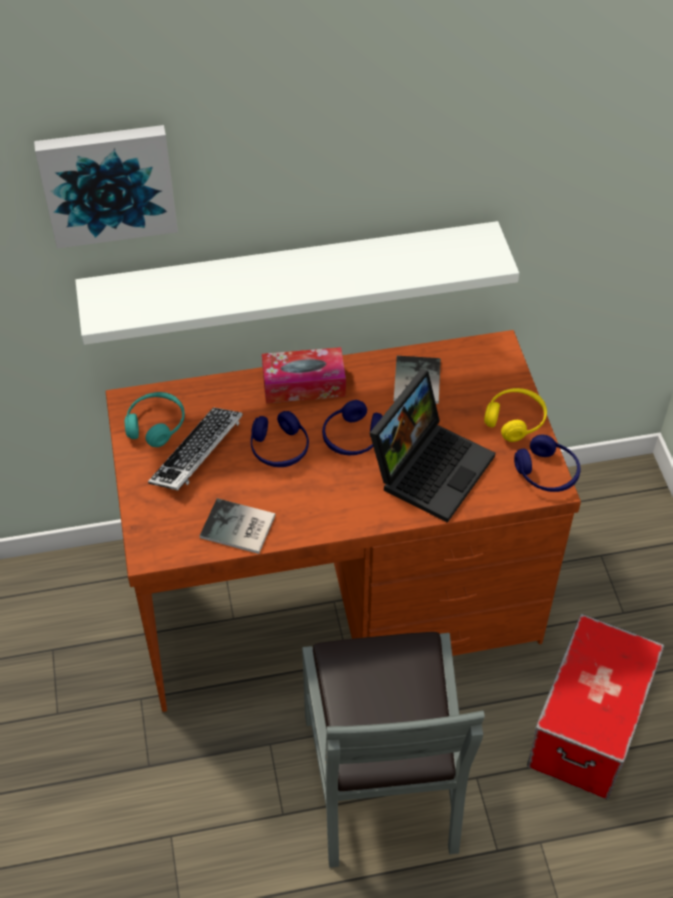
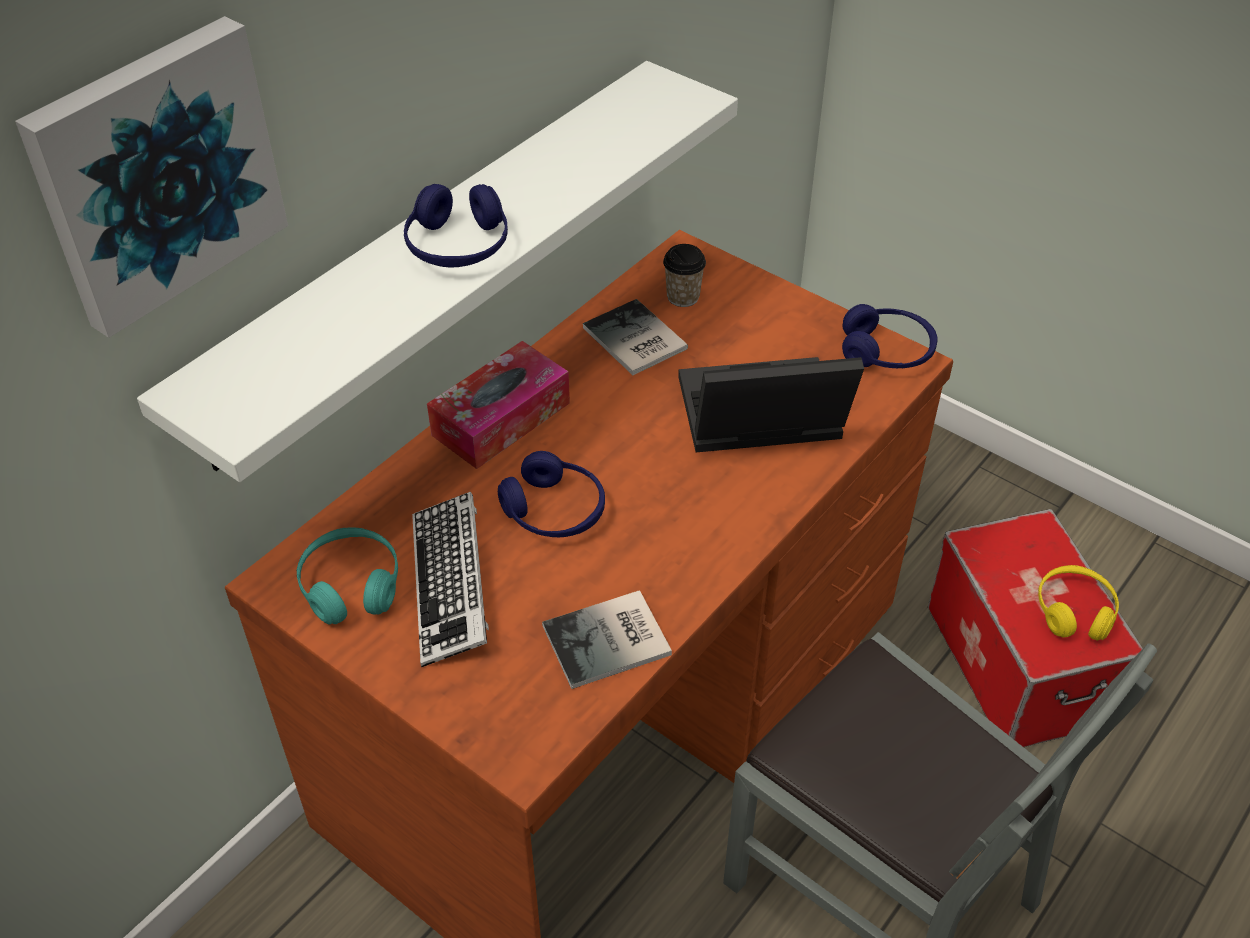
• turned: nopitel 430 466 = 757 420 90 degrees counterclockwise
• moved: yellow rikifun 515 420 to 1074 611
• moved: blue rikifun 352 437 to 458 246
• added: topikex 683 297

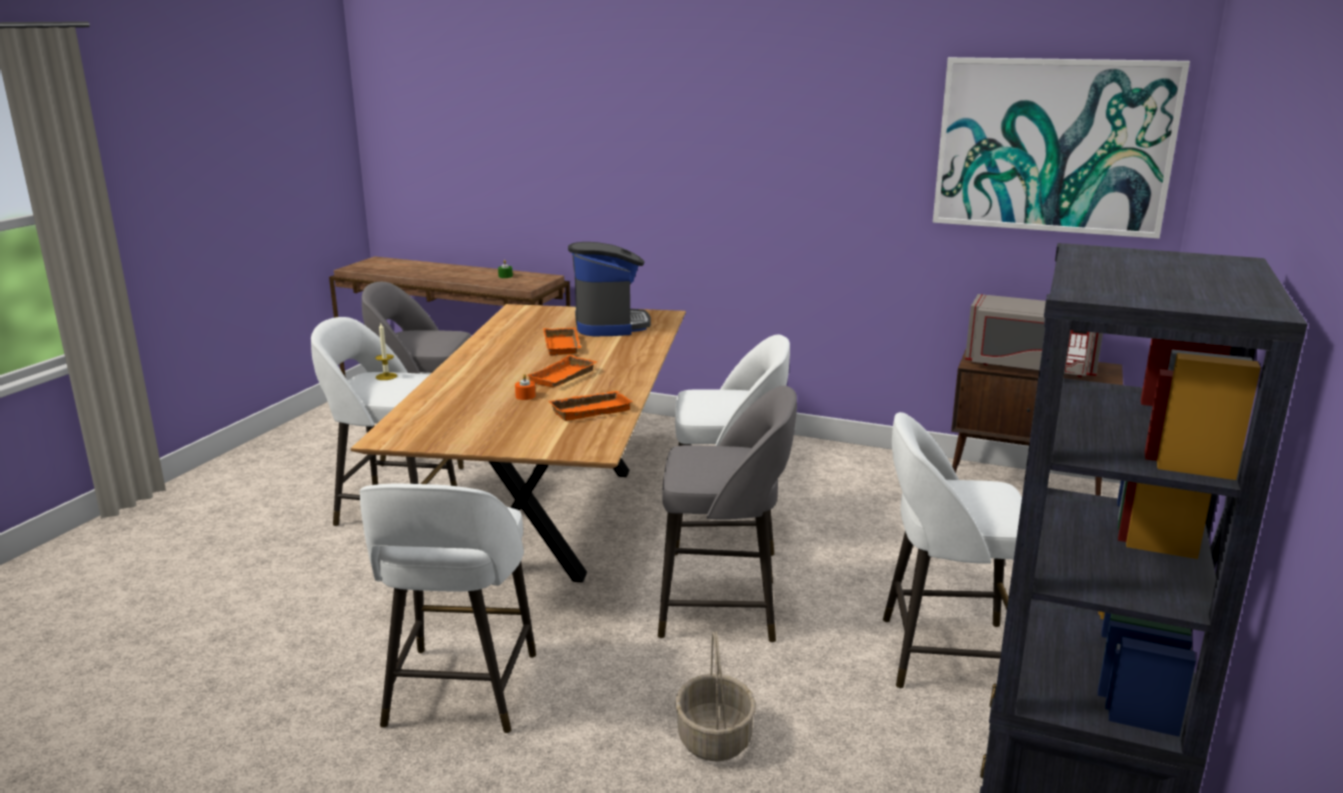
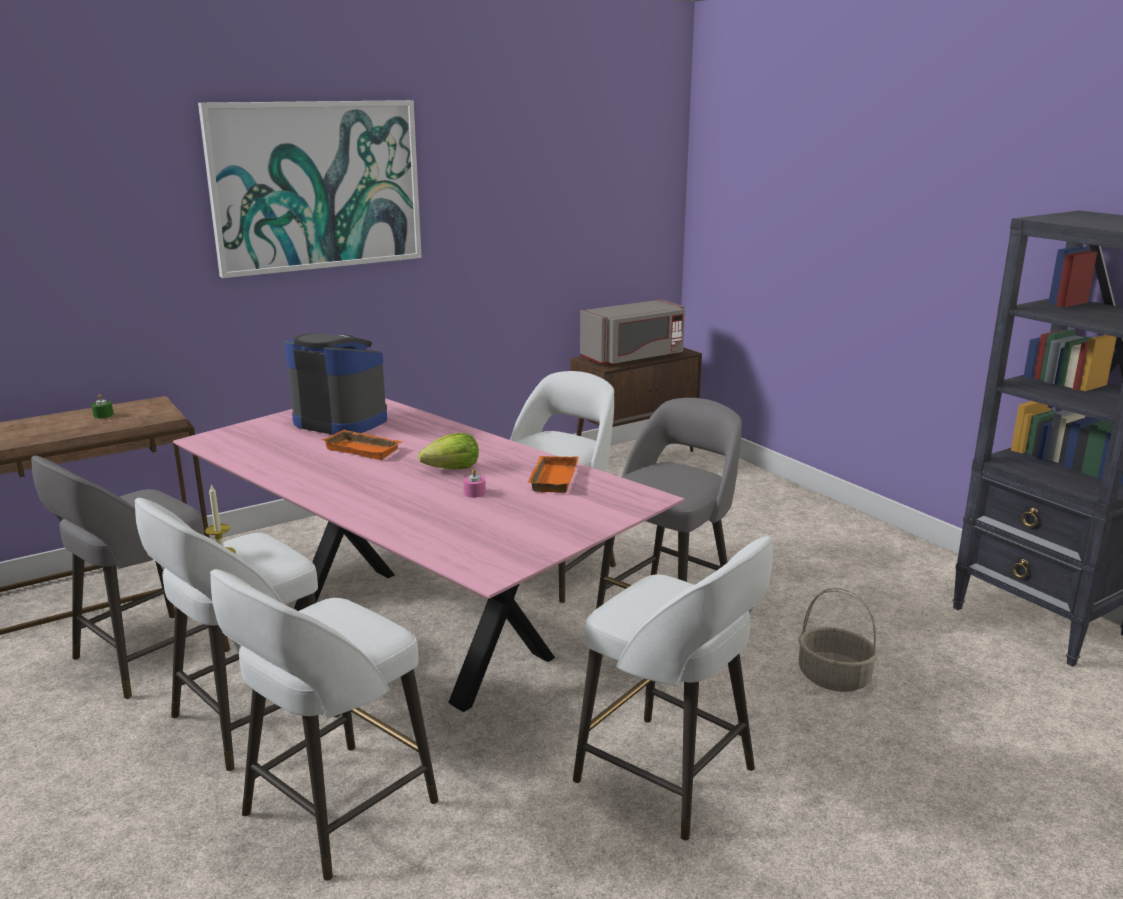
• moved: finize 1053 146 to 316 186
• recoloured: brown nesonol 556 518 to pink nesonol 419 633
• replaced: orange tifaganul 563 377 to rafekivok 452 469
• recoloured: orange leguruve 525 396 to pink leguruve 474 493
• moved: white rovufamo 944 654 to 335 811

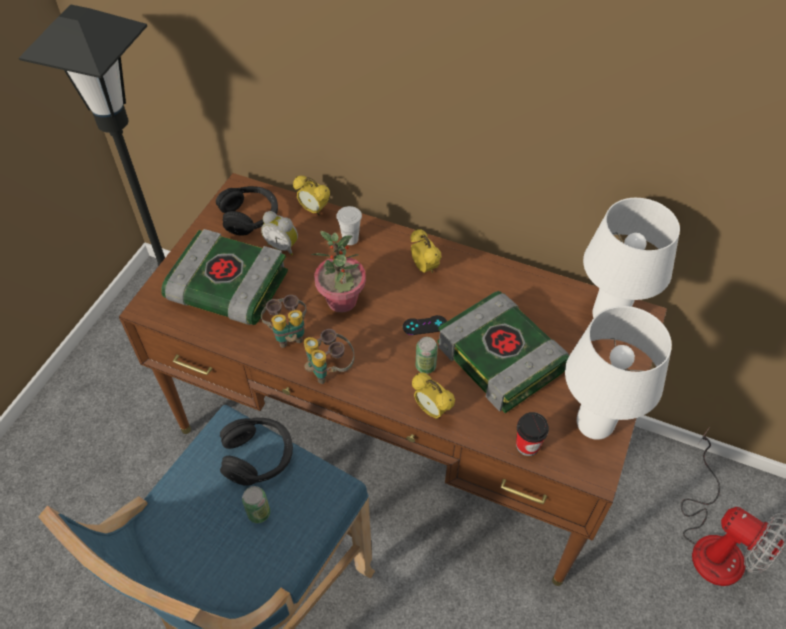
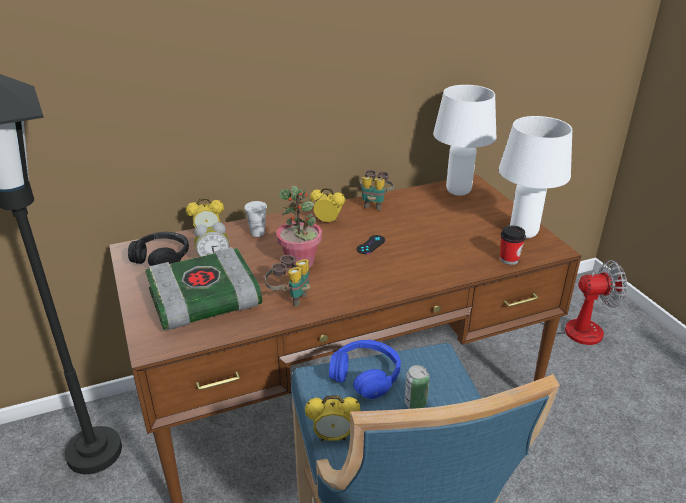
• removed: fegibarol 503 358
• moved: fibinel 329 369 to 374 204
• removed: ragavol 425 366
• moved: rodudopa 431 410 to 333 437
• recoloured: black rikifun 258 456 to blue rikifun 366 375

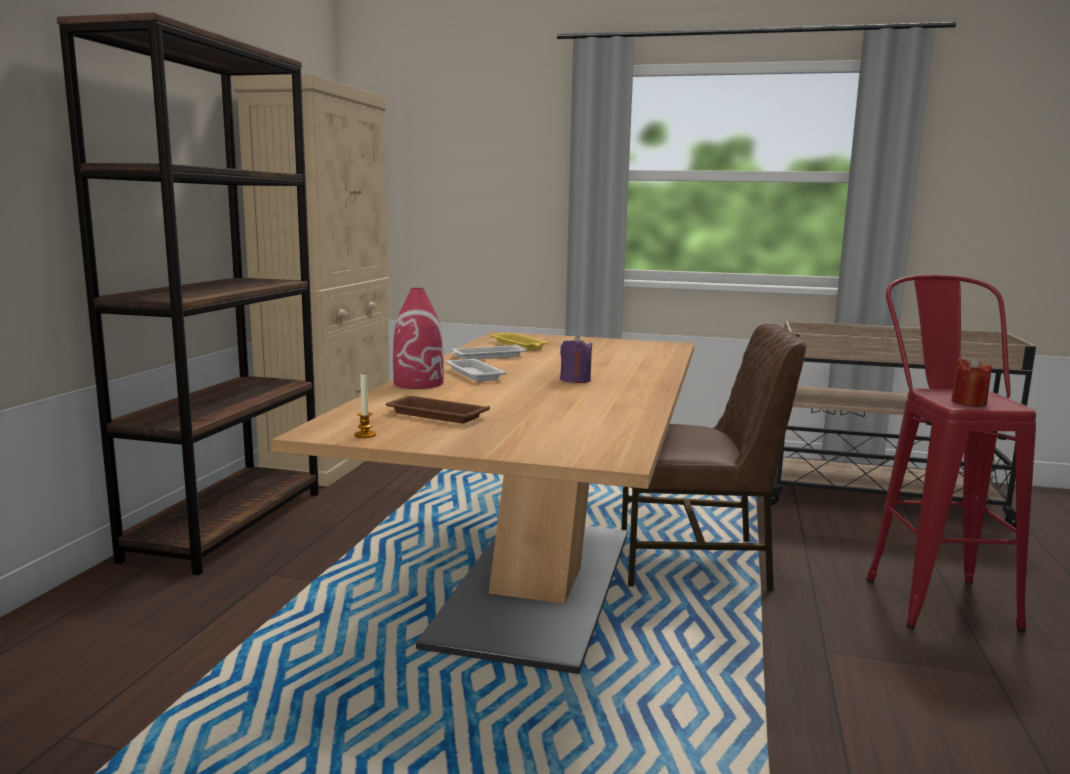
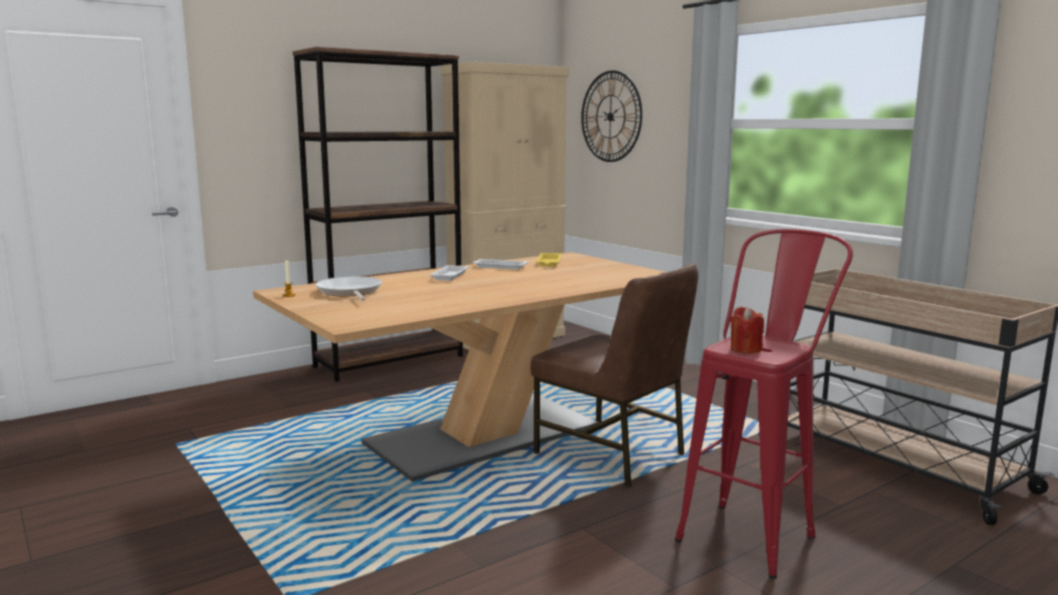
• removed: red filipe 419 383
• removed: purple leguruve 575 380
• replaced: brown tifaganul 435 415 to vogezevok 349 292
• added: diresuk 610 116

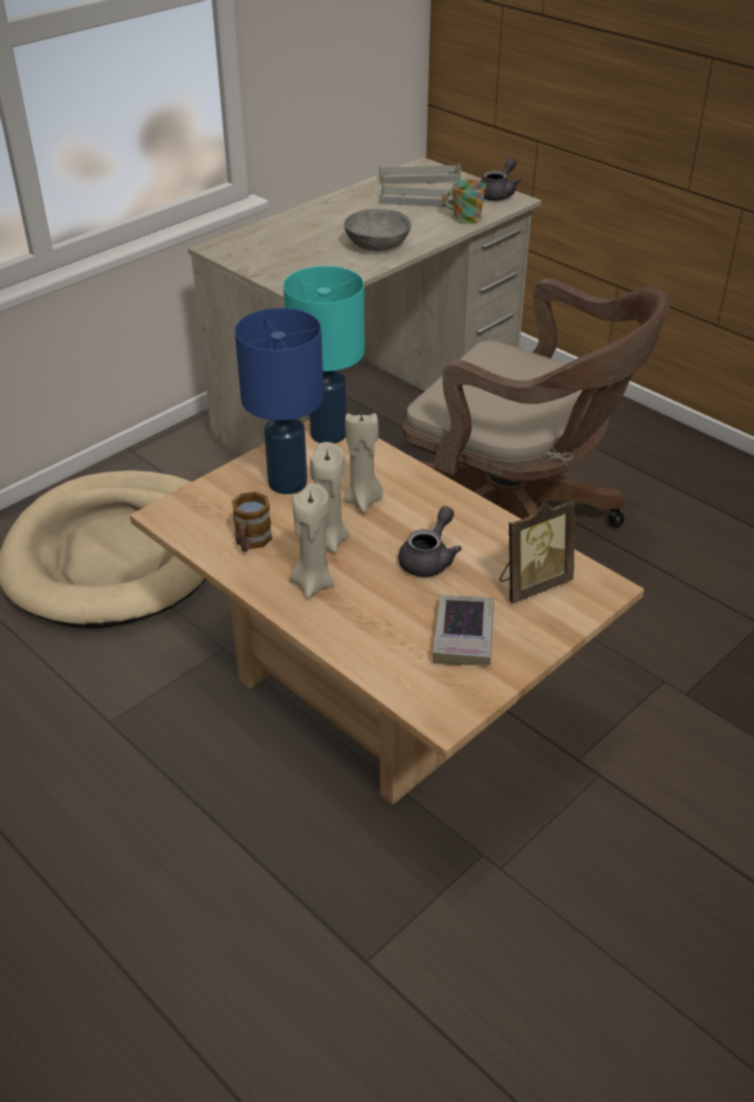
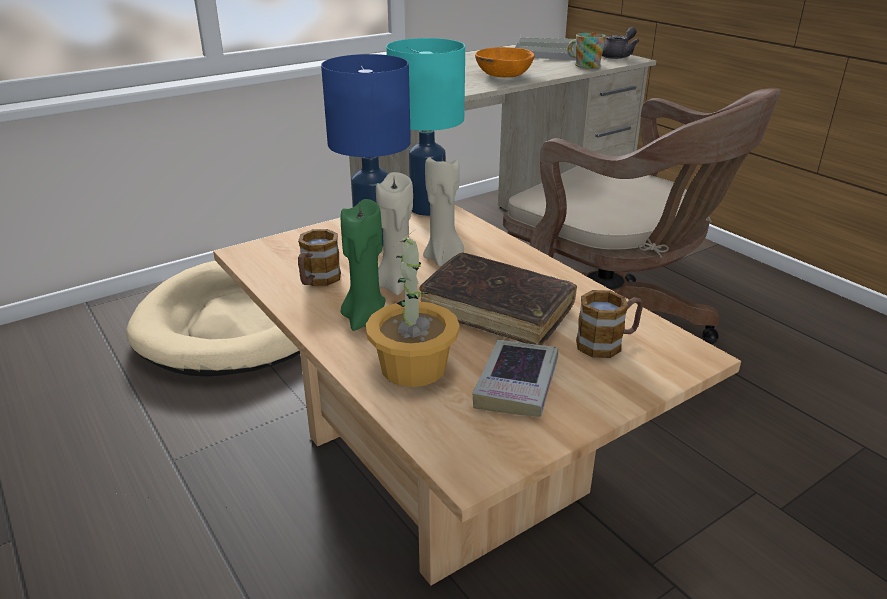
• recoloured: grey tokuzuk 376 245 to orange tokuzuk 503 75
• recoloured: beige leguruve 313 583 to green leguruve 365 319
• replaced: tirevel 532 584 to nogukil 607 343
• replaced: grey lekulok 429 559 to brown fegibarol 497 310
• added: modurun 414 367

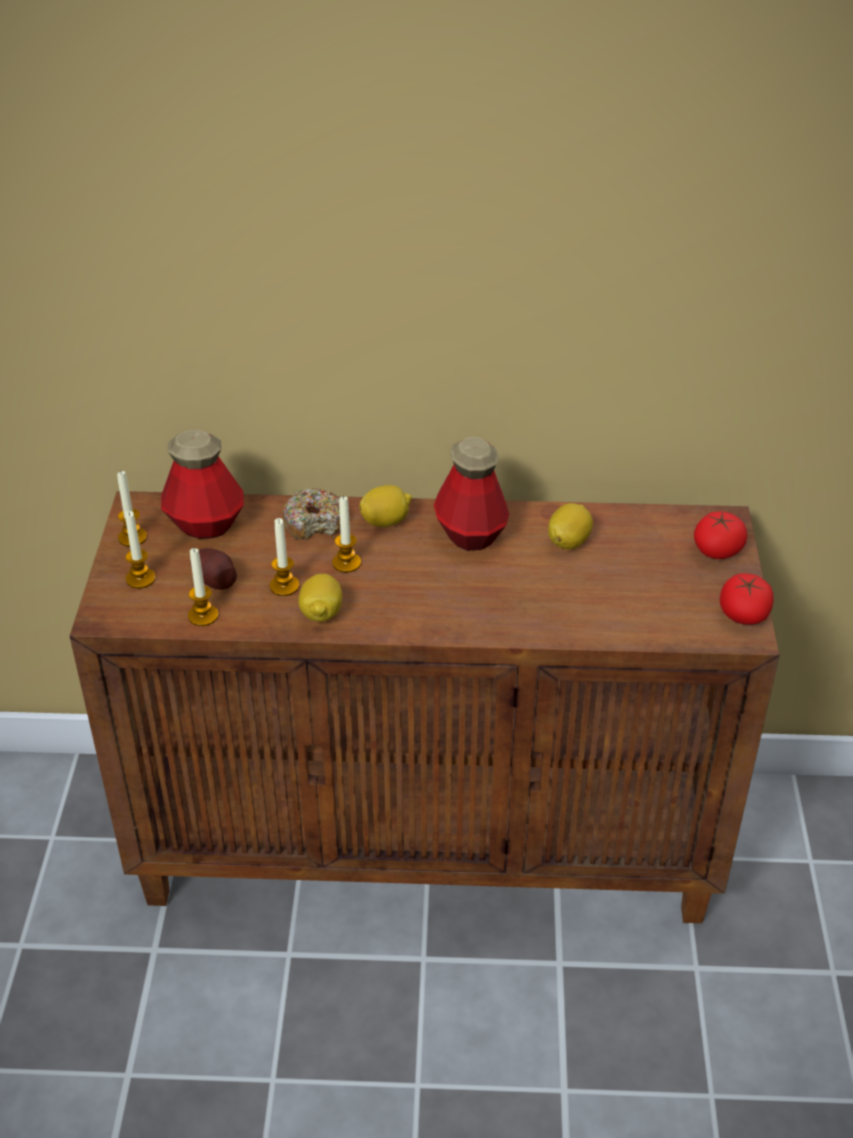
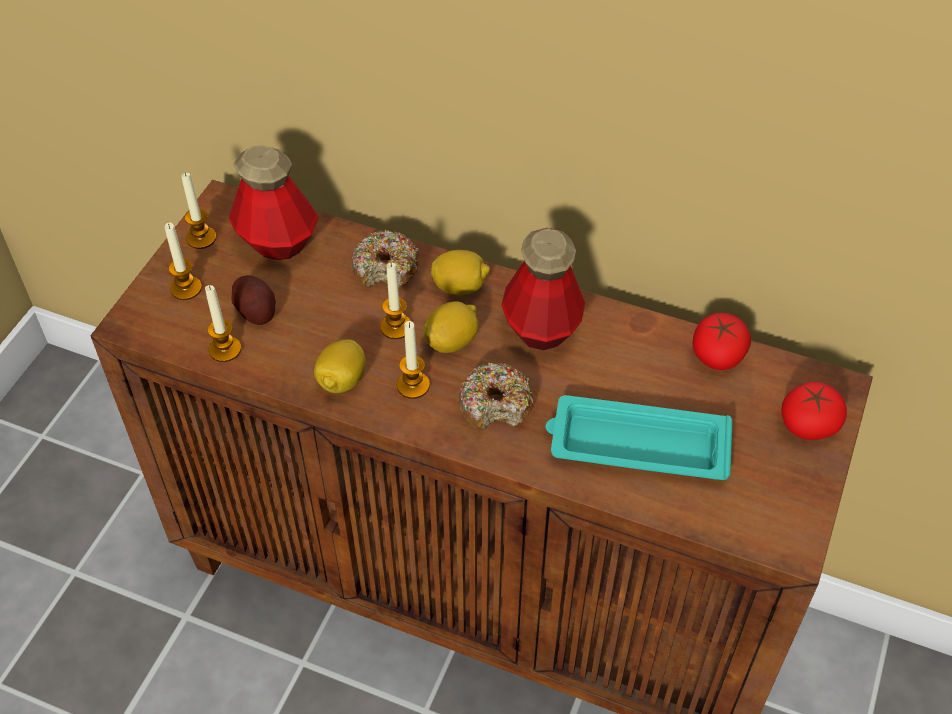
• moved: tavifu 568 541 to 451 341
• moved: leguruve 284 586 to 413 385
• moved: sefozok 743 614 to 717 355
• added: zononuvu 495 404
• added: turquoise tifaganul 636 445

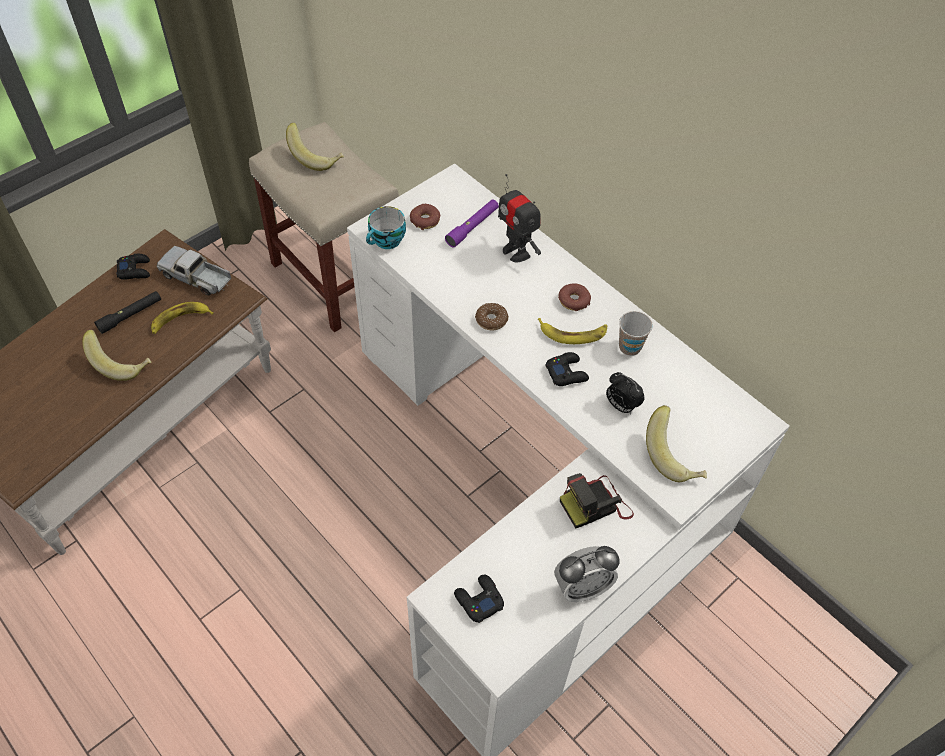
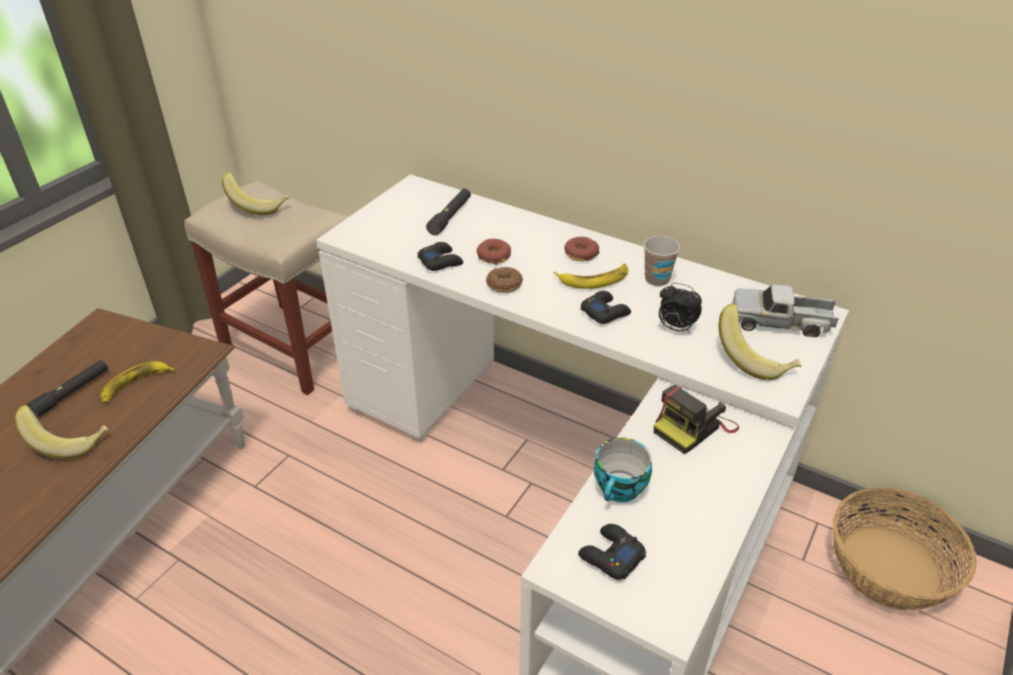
• removed: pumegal 516 252
• recoloured: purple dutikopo 472 227 to black dutikopo 450 217
• moved: zononuvu 425 220 to 494 256
• moved: topikex 387 241 to 620 490
• moved: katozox 197 277 to 780 322
• moved: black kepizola 135 270 to 440 261
• removed: rodudopa 582 587
• added: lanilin 890 568

